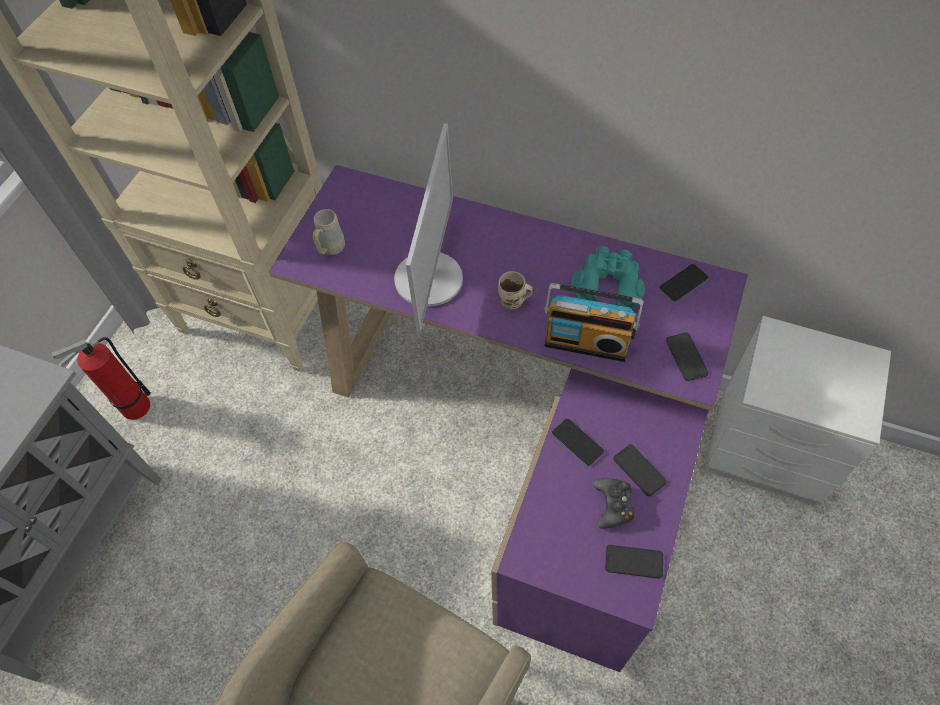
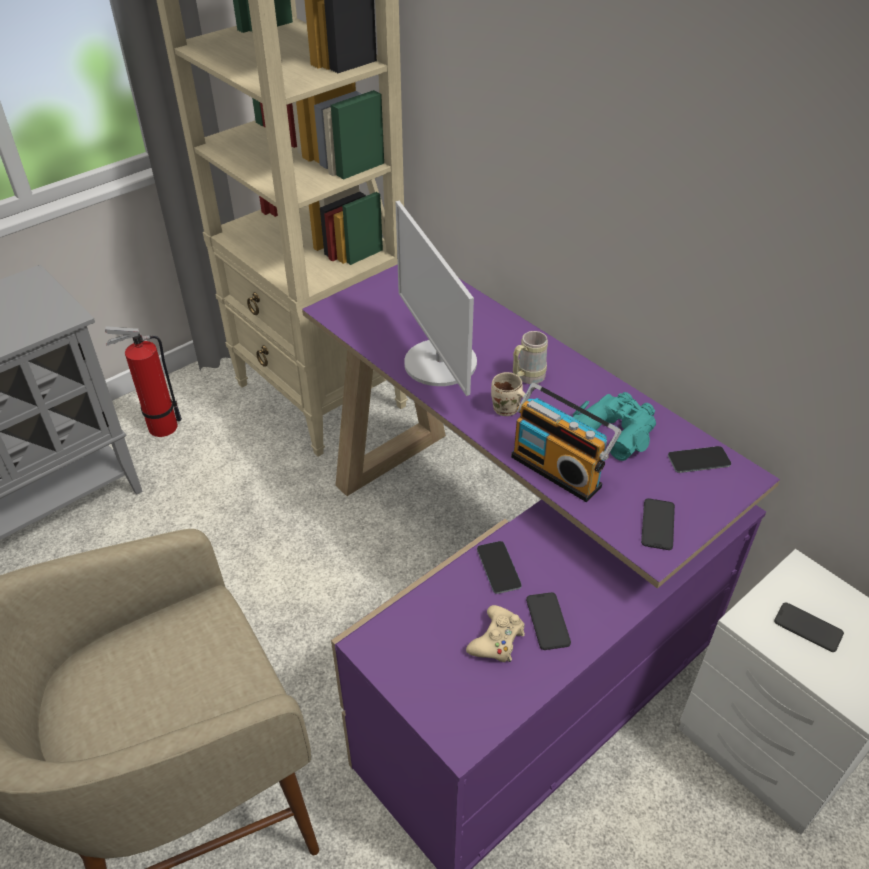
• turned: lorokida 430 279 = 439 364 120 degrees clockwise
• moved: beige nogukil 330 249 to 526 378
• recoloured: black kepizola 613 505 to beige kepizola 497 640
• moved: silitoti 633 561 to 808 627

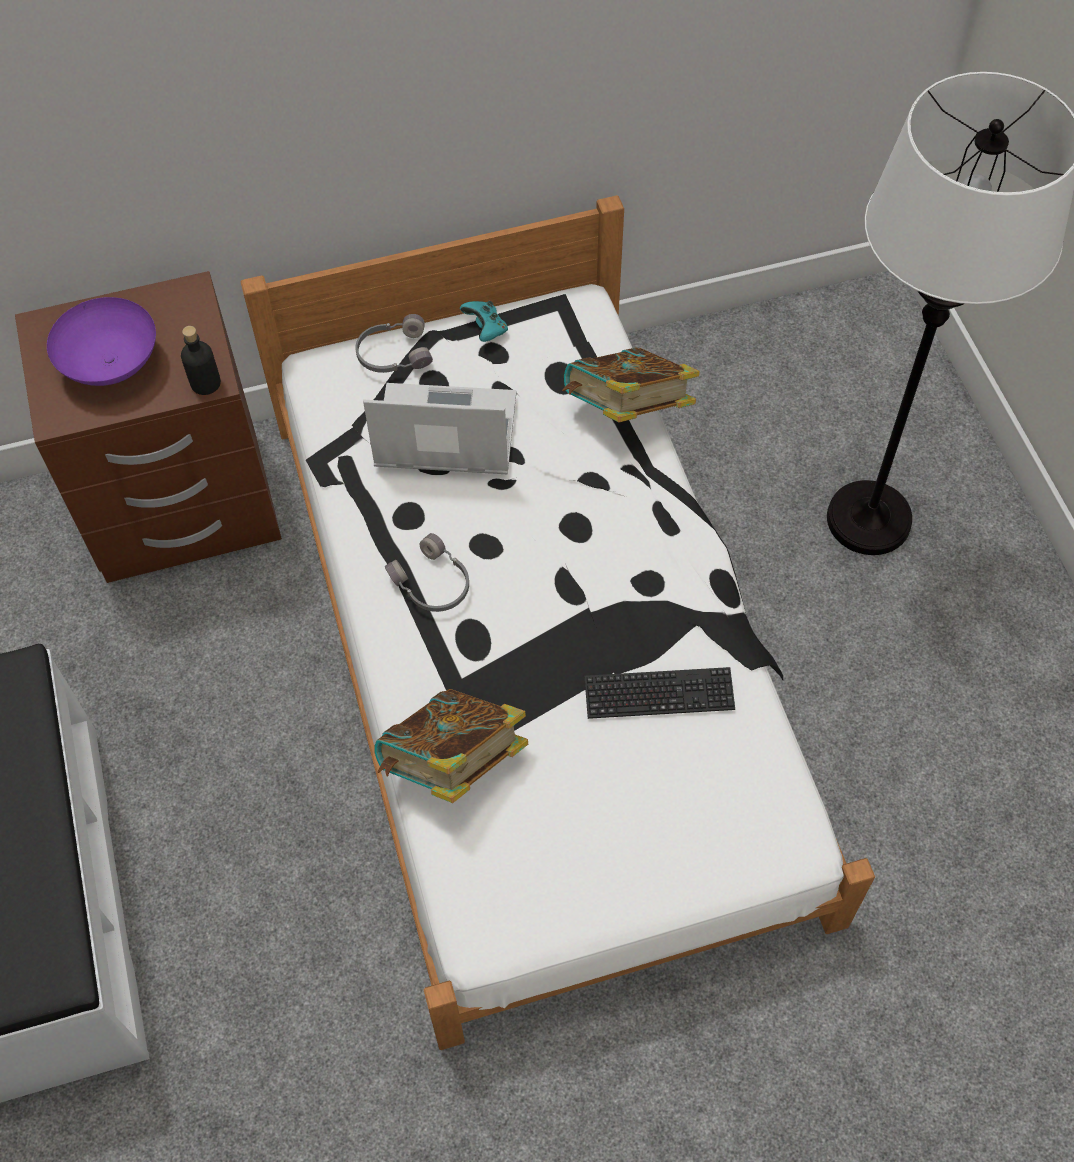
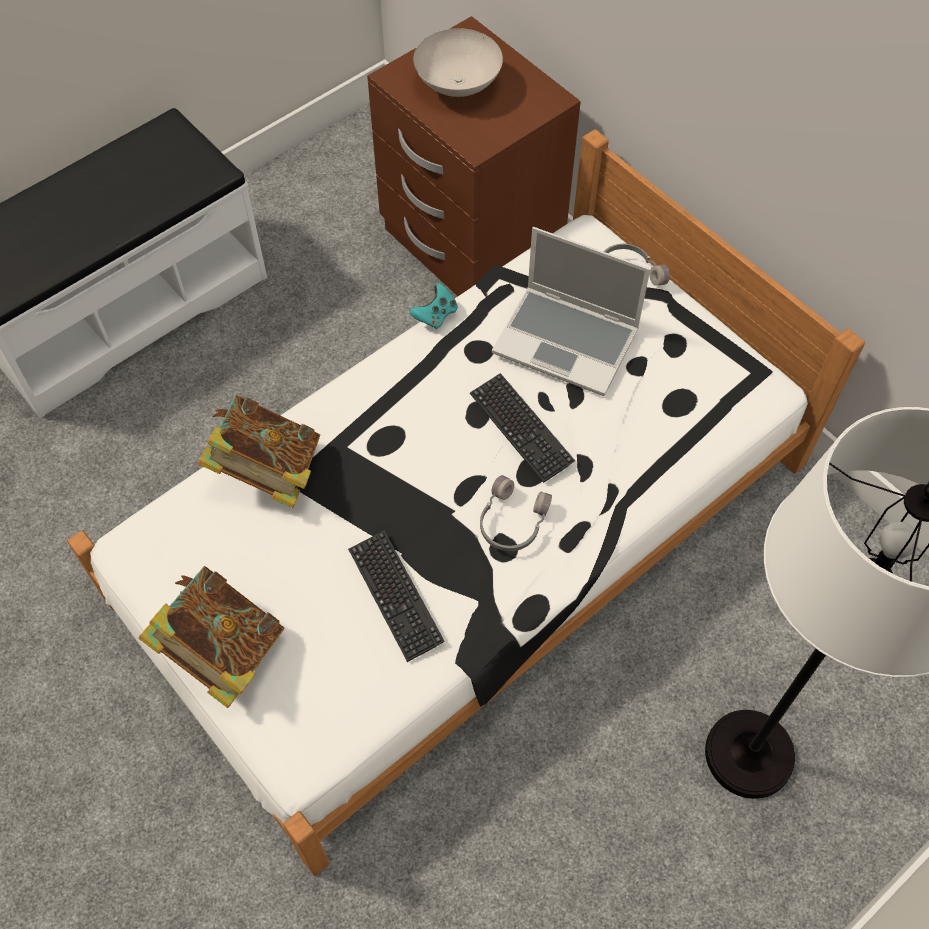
• recoloured: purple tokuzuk 112 363 to white tokuzuk 459 84
• moved: turquoise kepizola 486 329 to 435 315
• removed: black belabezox 205 383
• moved: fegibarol 627 411 to 222 651
• turned: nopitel 444 434 = 568 341 135 degrees clockwise
• moved: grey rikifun 432 584 to 511 521
• added: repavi 521 428

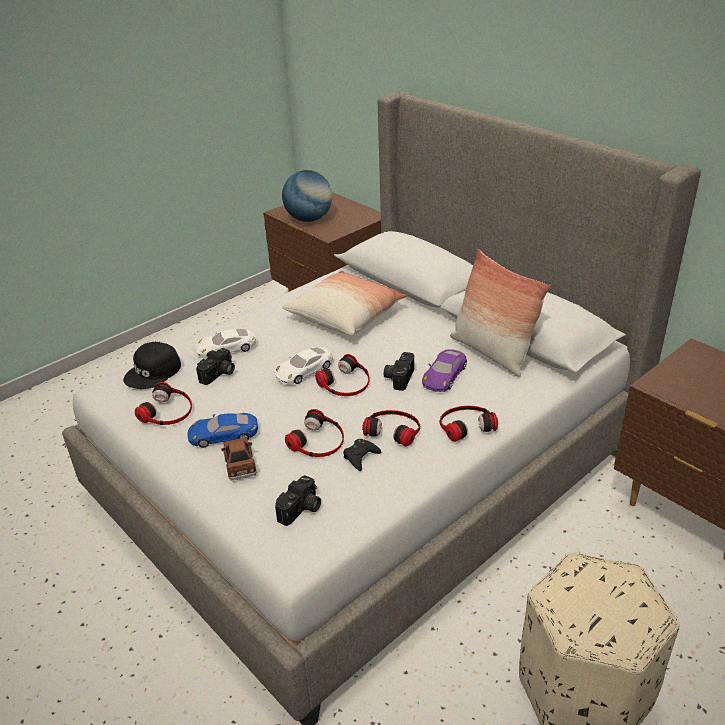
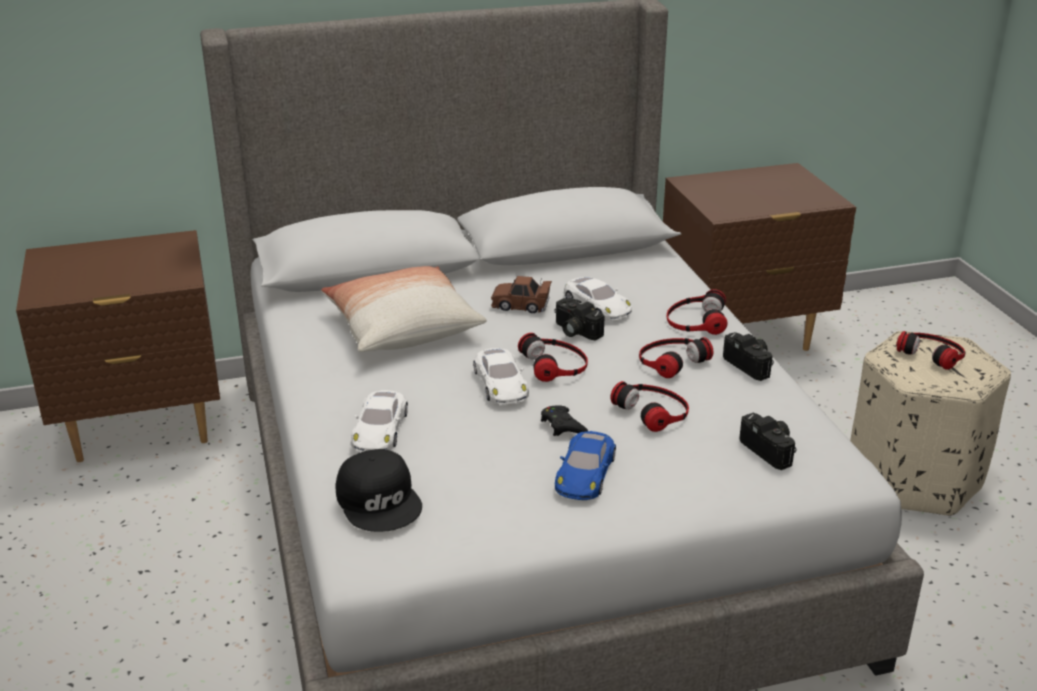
• removed: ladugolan 309 219
• removed: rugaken 492 352
• moved: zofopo 219 374 to 751 364
• recoloured: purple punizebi 444 375 to white punizebi 597 306
• moved: rikifun 168 411 to 932 353
• moved: brown punizebi 240 464 to 521 305
• moved: black kepizola 360 457 to 562 425

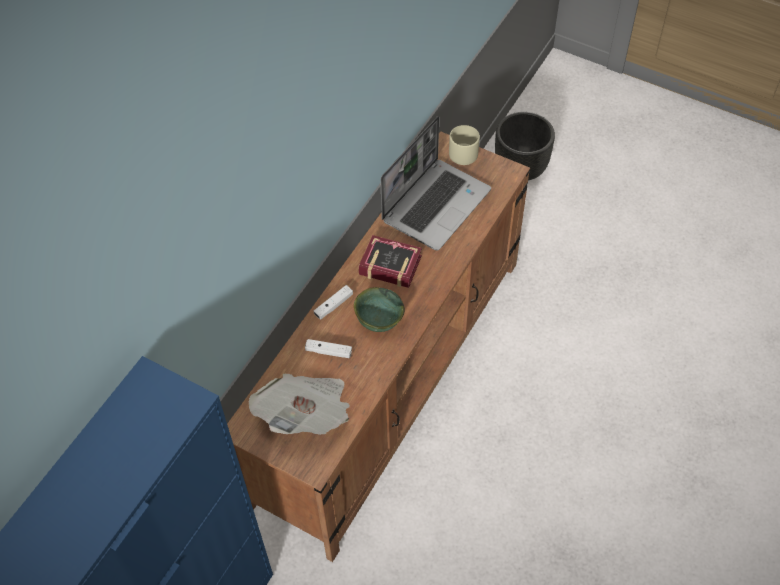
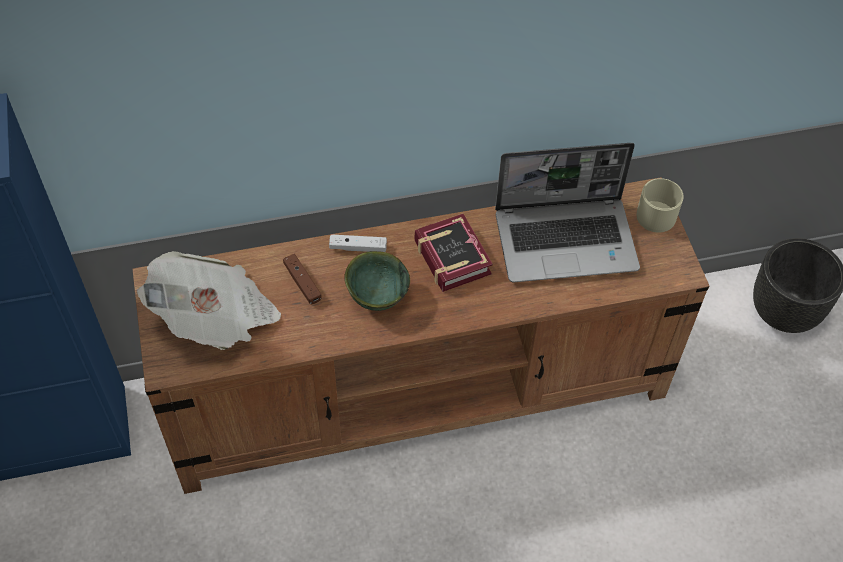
• recoloured: white kepizola 328 351 to brown kepizola 302 283

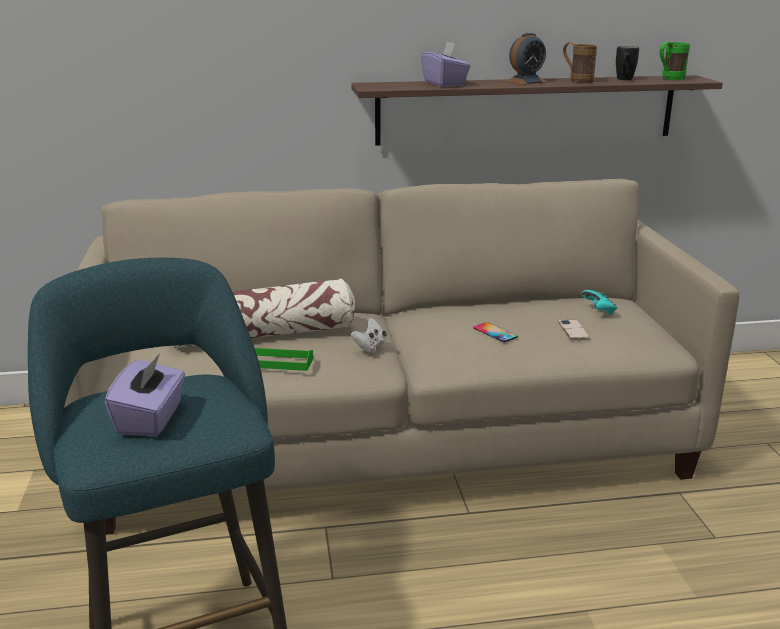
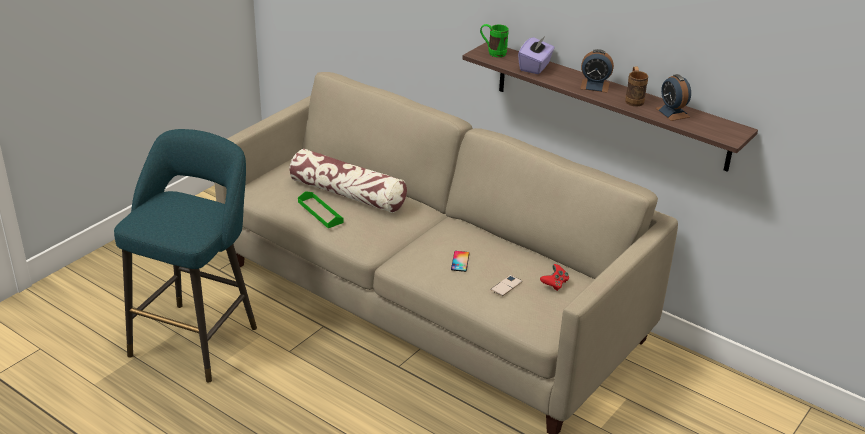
• moved: green nogukil 669 79 to 493 53
• replaced: black nogukil 624 79 to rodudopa 672 112
• recoloured: turquoise kepizola 599 311 to red kepizola 554 284
• removed: white kepizola 370 347
• removed: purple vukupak 151 419

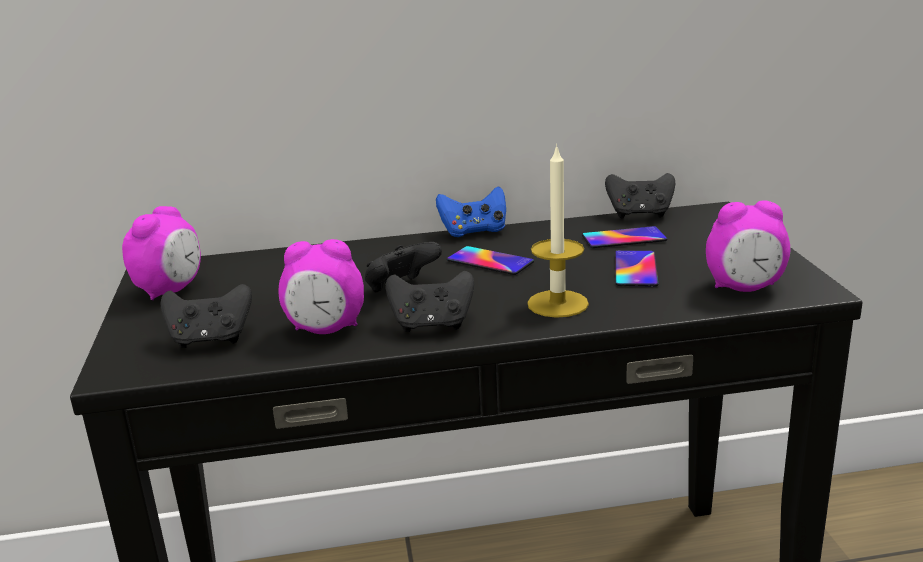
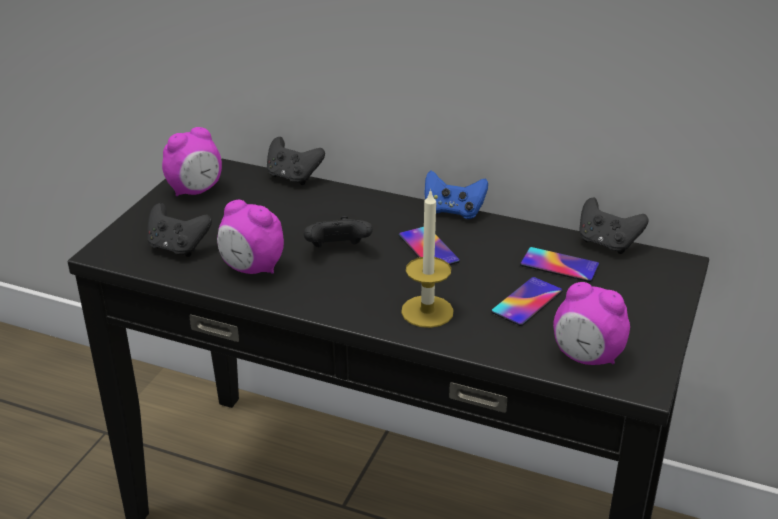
• moved: black kepizola 432 325 to 293 177

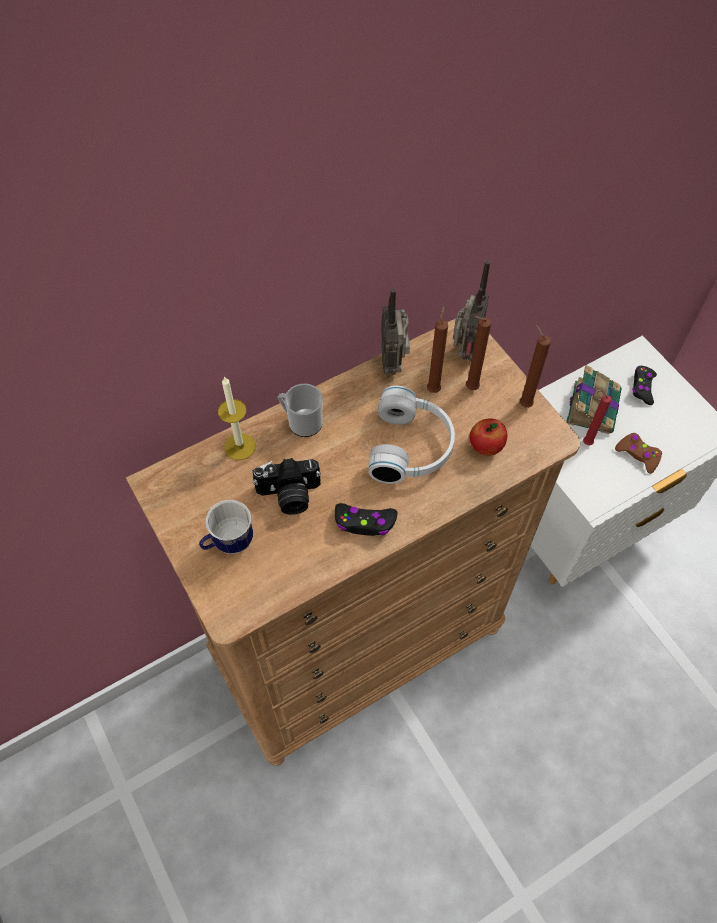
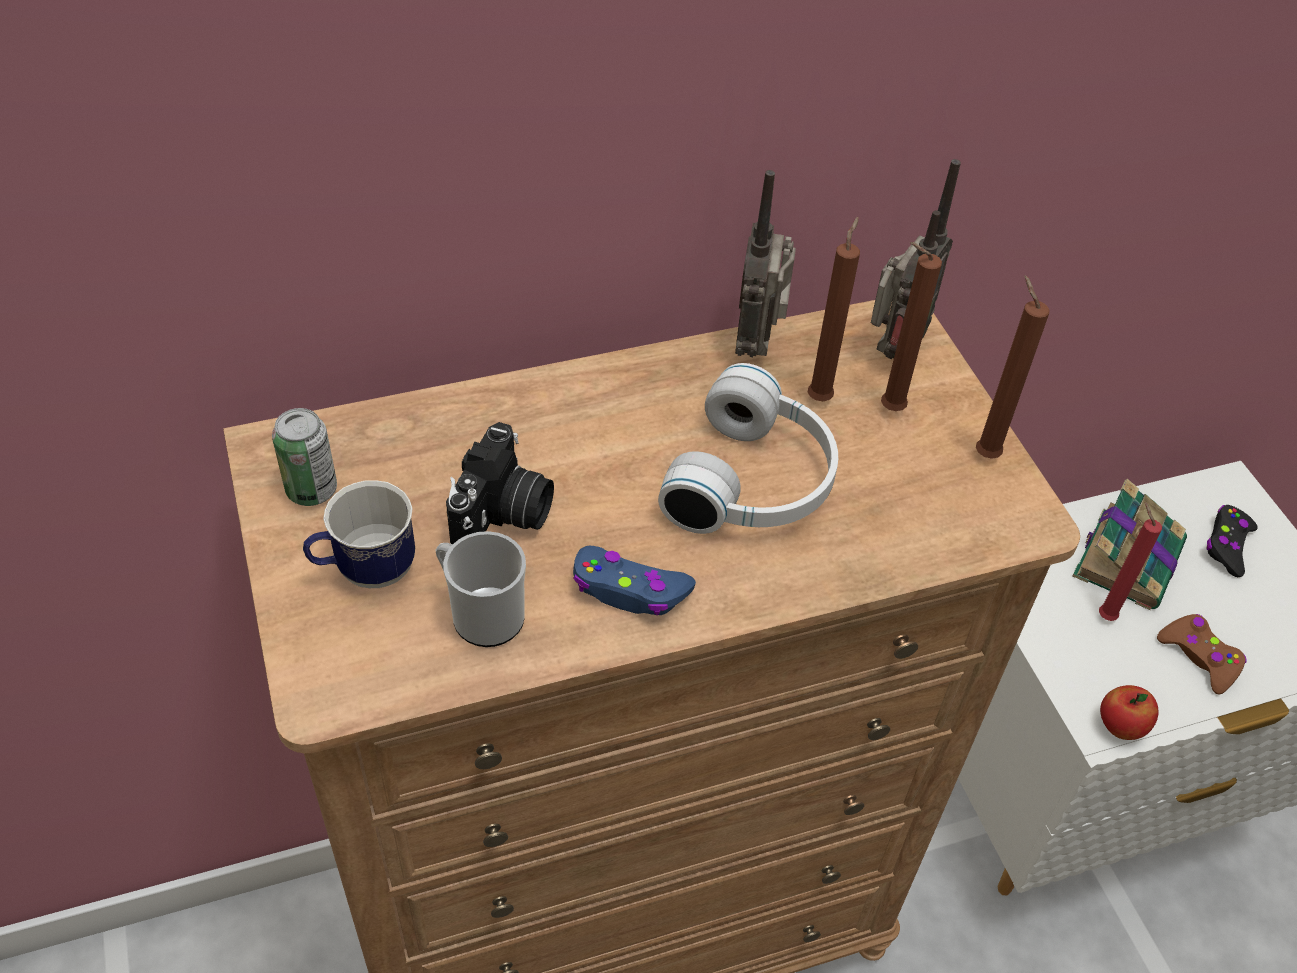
• removed: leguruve 240 446
• moved: nogukil 301 422 to 481 614
• moved: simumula 485 447 to 1120 726
• turned: zofopo 289 496 = 503 516 75 degrees counterclockwise
• recoloured: black kepizola 365 523 to blue kepizola 629 590
• added: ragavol 311 490

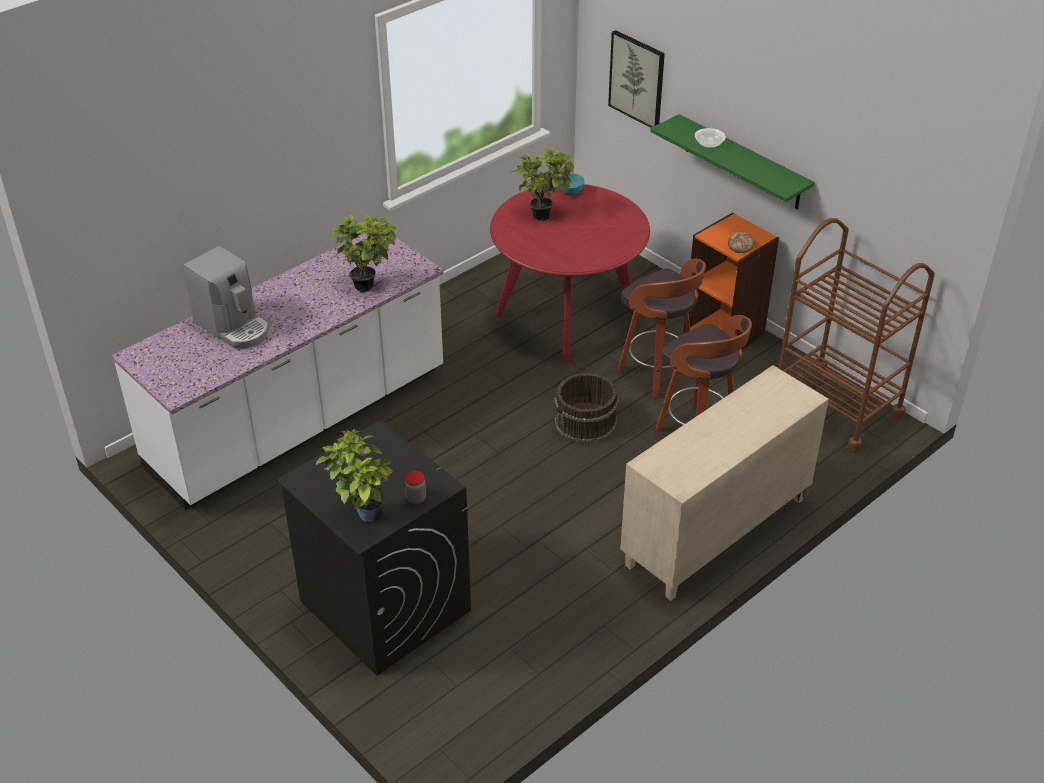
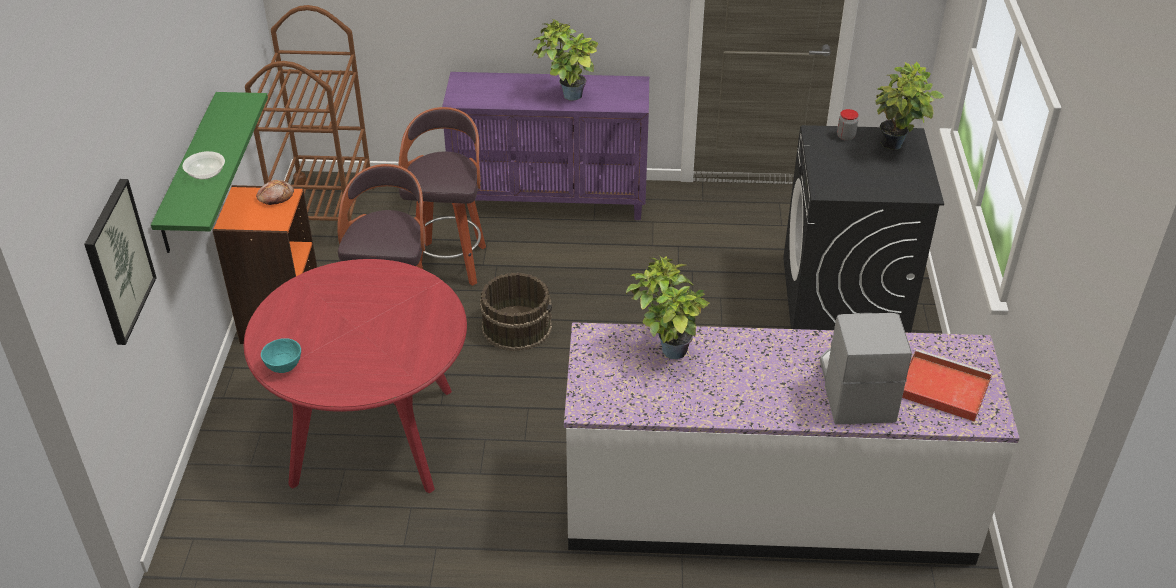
• moved: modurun 544 214 to 566 96
• recoloured: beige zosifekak 716 533 to purple zosifekak 551 200
• added: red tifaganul 941 388

